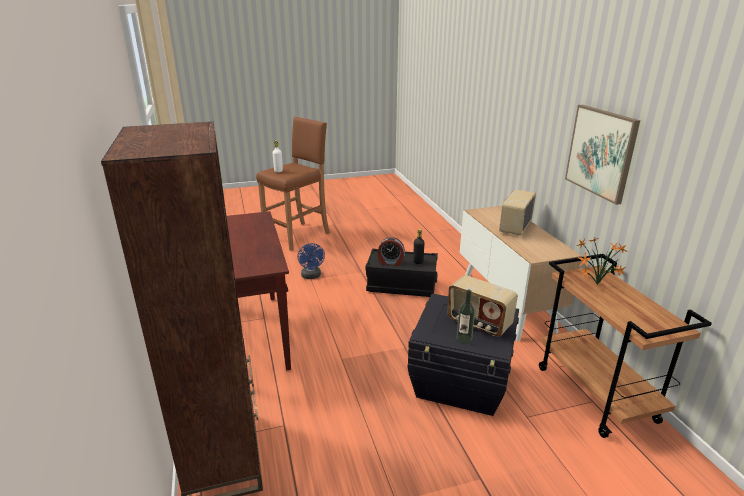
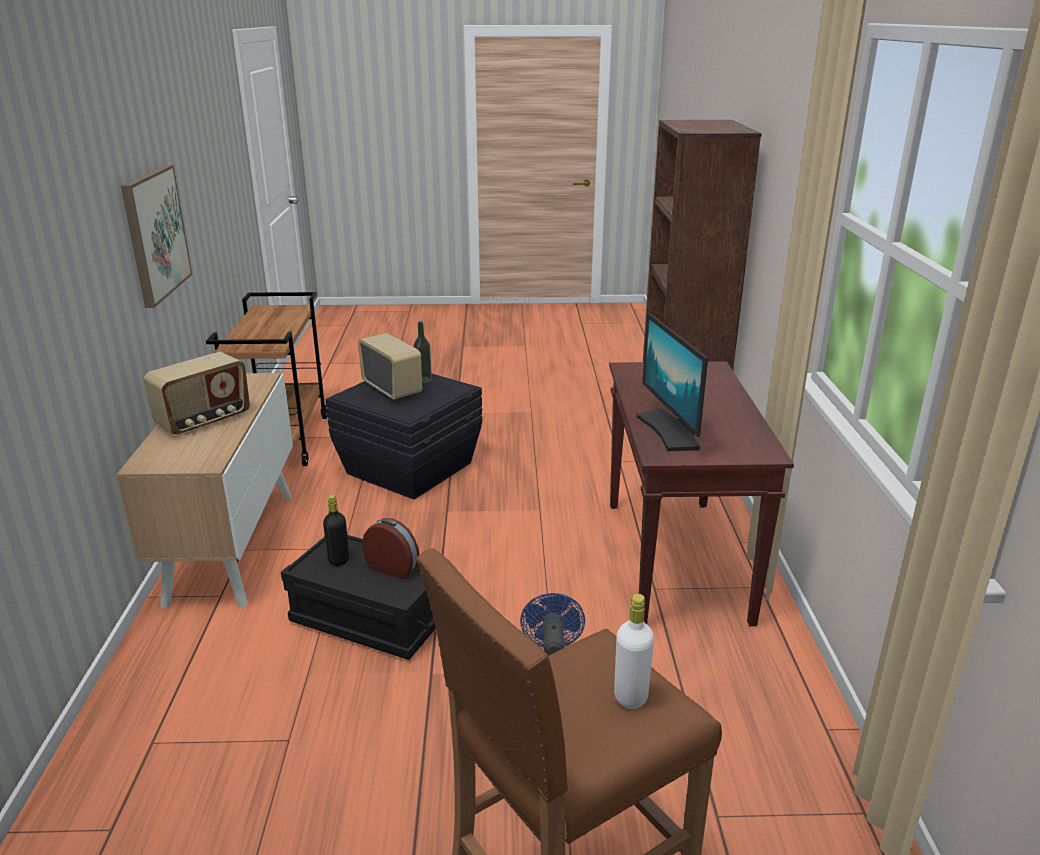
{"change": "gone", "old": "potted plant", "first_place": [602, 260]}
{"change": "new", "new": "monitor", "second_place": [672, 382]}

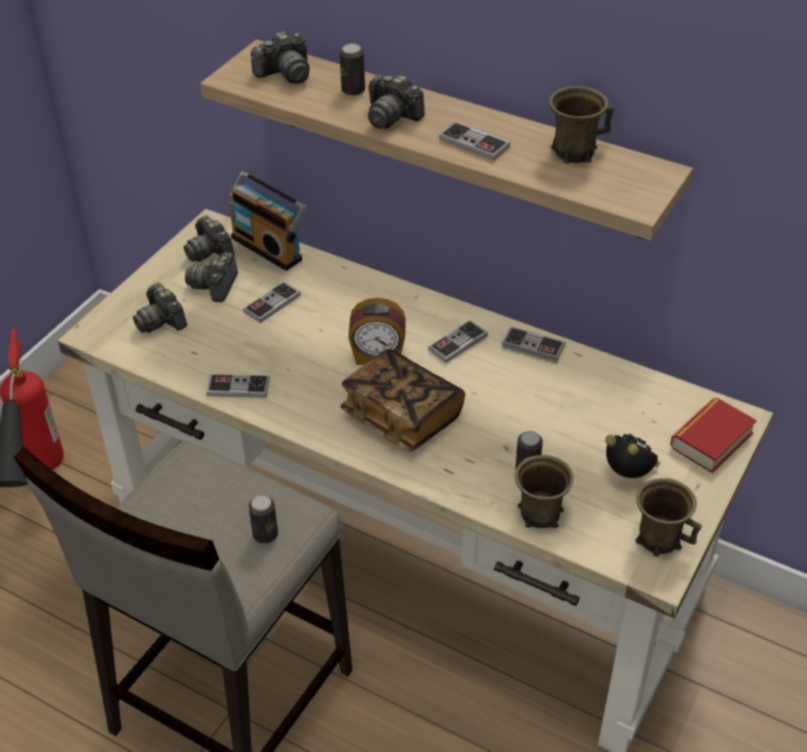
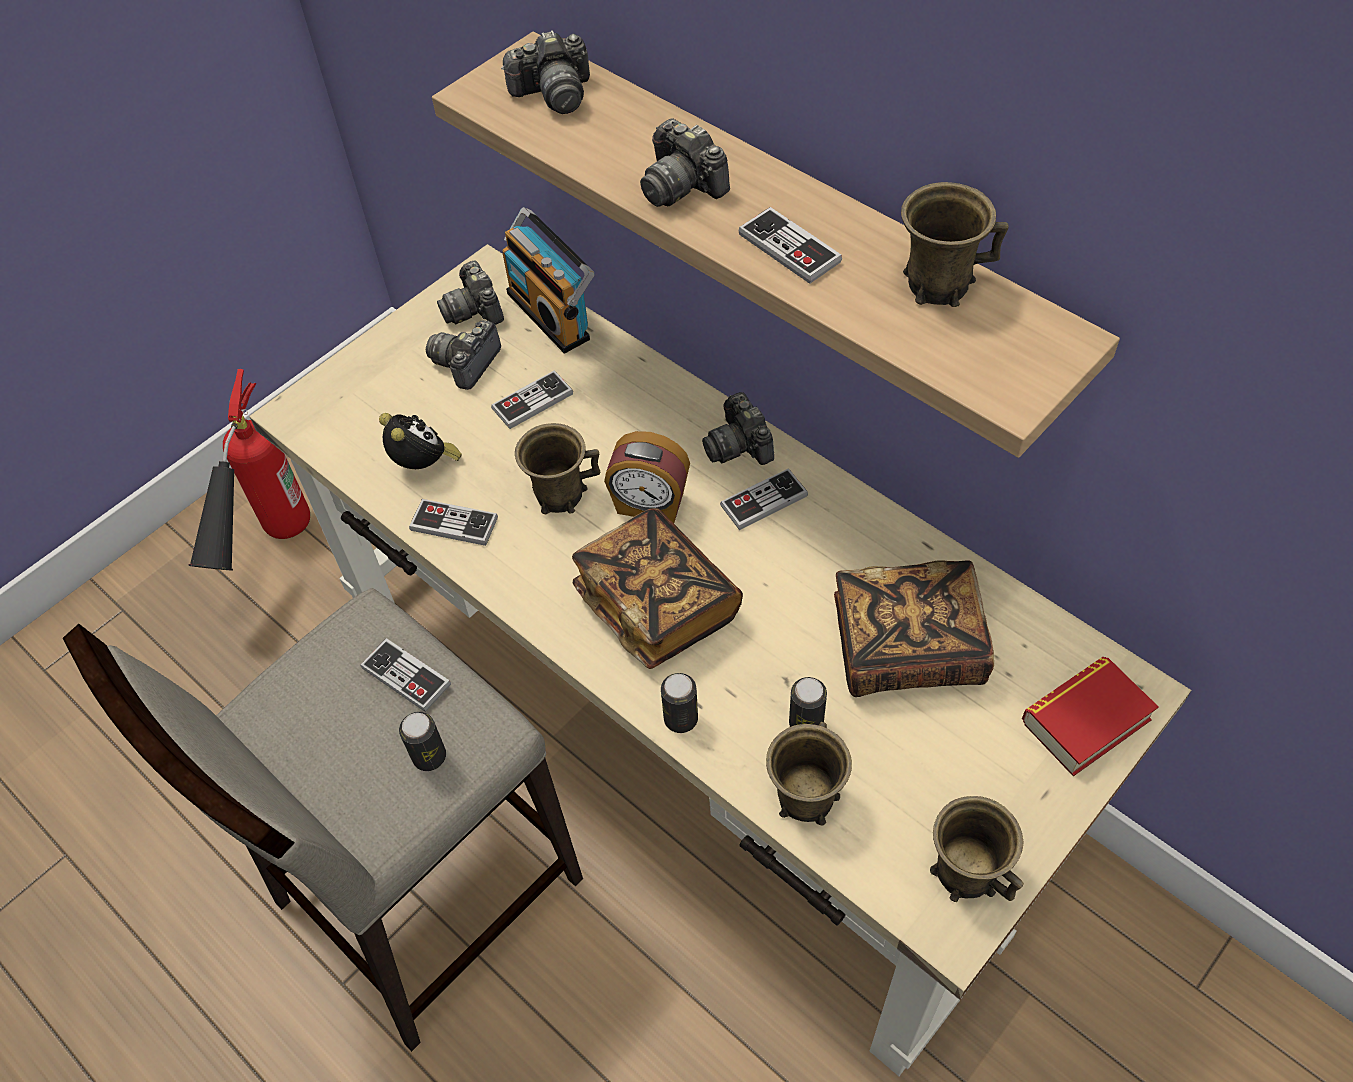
{"change": "shifted", "old": "can", "first_place": [352, 69], "second_place": [679, 703]}
{"change": "shifted", "old": "photo camera", "first_place": [160, 308], "second_place": [738, 428]}
{"change": "shifted", "old": "game controller", "first_place": [534, 343], "second_place": [405, 675]}
{"change": "shifted", "old": "alarm clock", "first_place": [632, 456], "second_place": [420, 441]}
{"change": "new", "new": "brown mug", "second_place": [557, 468]}
{"change": "new", "new": "book", "second_place": [914, 628]}

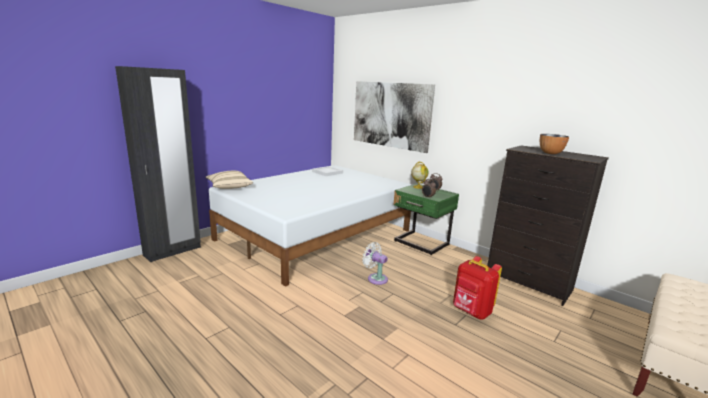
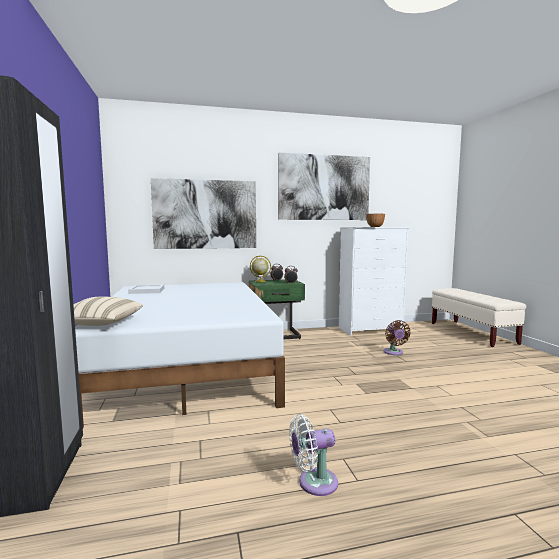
{"change": "repainted", "old": "black dresser", "new": "white dresser", "first_place": [548, 225], "second_place": [374, 281]}
{"change": "shifted", "old": "white fan", "first_place": [375, 263], "second_place": [313, 455]}
{"change": "swapped", "old": "red backpack", "new": "brown fan", "first_place": [477, 288], "second_place": [397, 337]}
{"change": "new", "new": "picture", "second_place": [324, 186]}

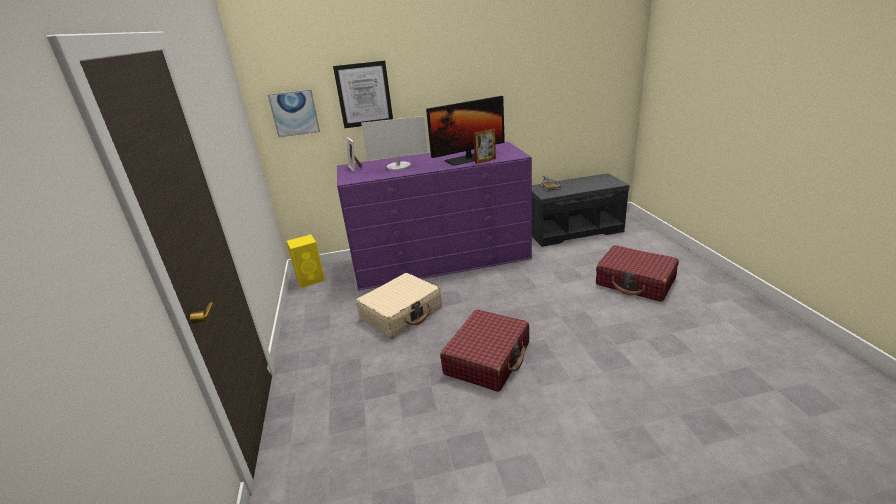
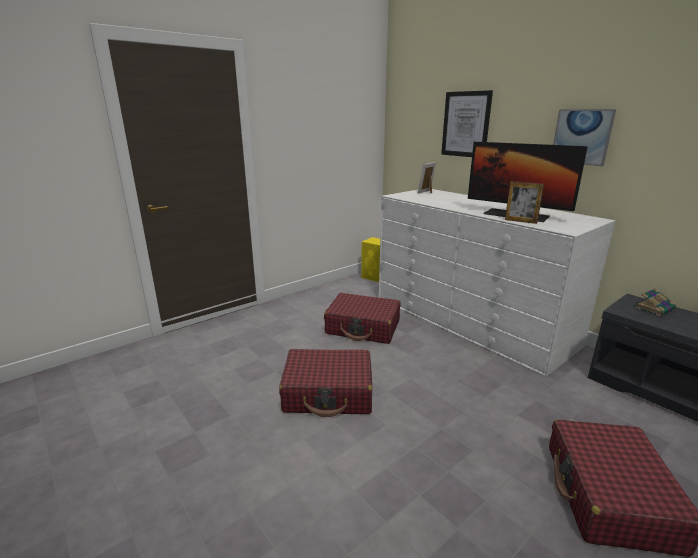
{"change": "shifted", "old": "picture", "first_place": [294, 113], "second_place": [584, 137]}
{"change": "gone", "old": "monitor", "first_place": [394, 143]}
{"change": "repainted", "old": "purple dresser", "new": "white dresser", "first_place": [434, 216], "second_place": [497, 283]}
{"change": "repainted", "old": "beige suitcase", "new": "red suitcase", "first_place": [399, 305], "second_place": [362, 318]}

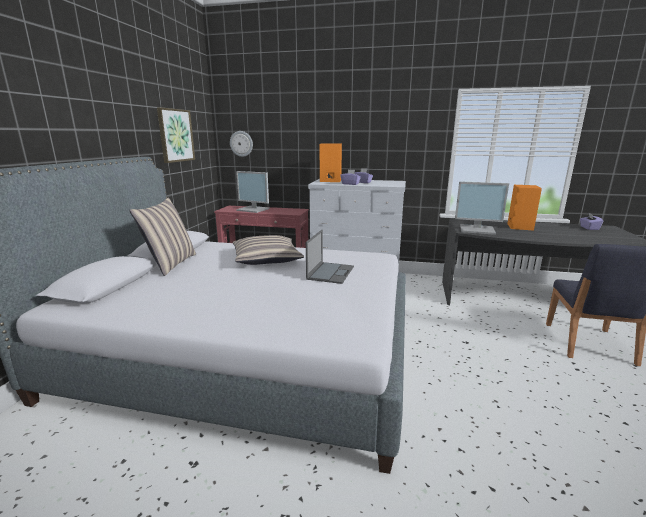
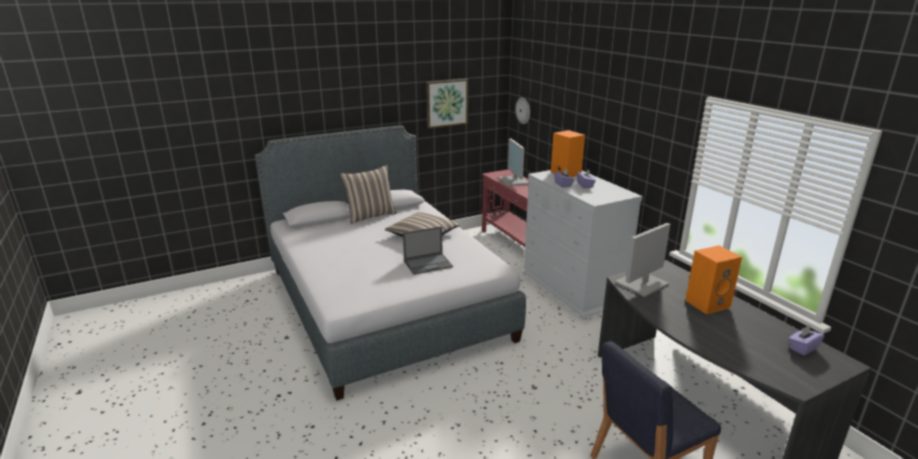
{"change": "rotated", "old": "monitor", "first_place": [482, 208], "second_place": [642, 260], "degrees": 75}

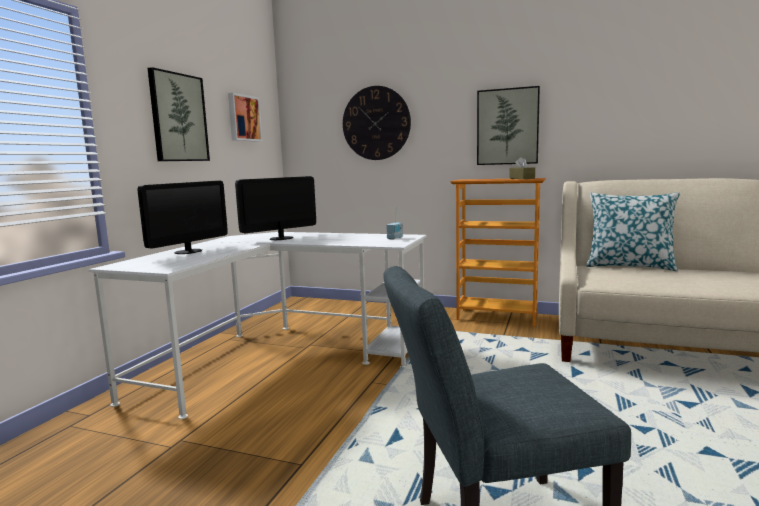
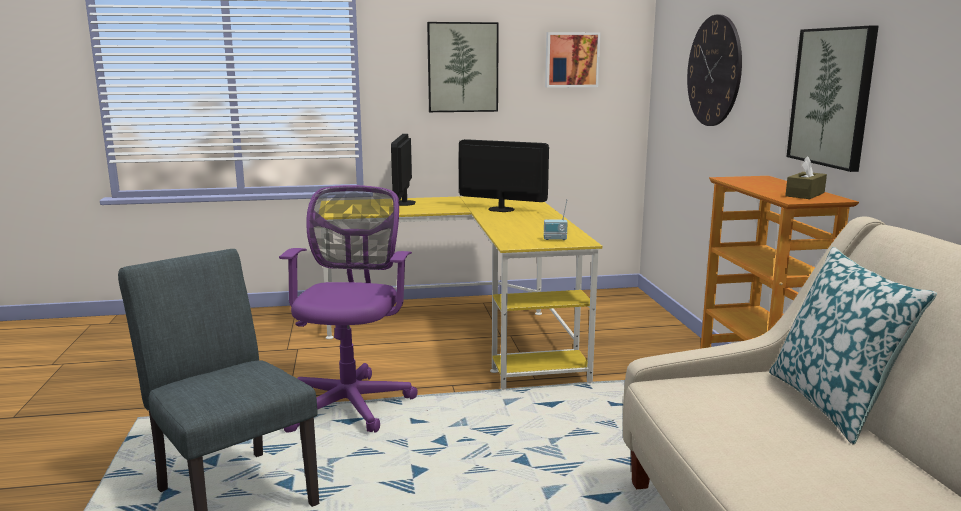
{"change": "rotated", "old": "monitor", "first_place": [182, 217], "second_place": [403, 170], "degrees": 90}
{"change": "repainted", "old": "white desk", "new": "yellow desk", "first_place": [257, 325], "second_place": [462, 293]}
{"change": "new", "new": "purple office chair", "second_place": [348, 309]}

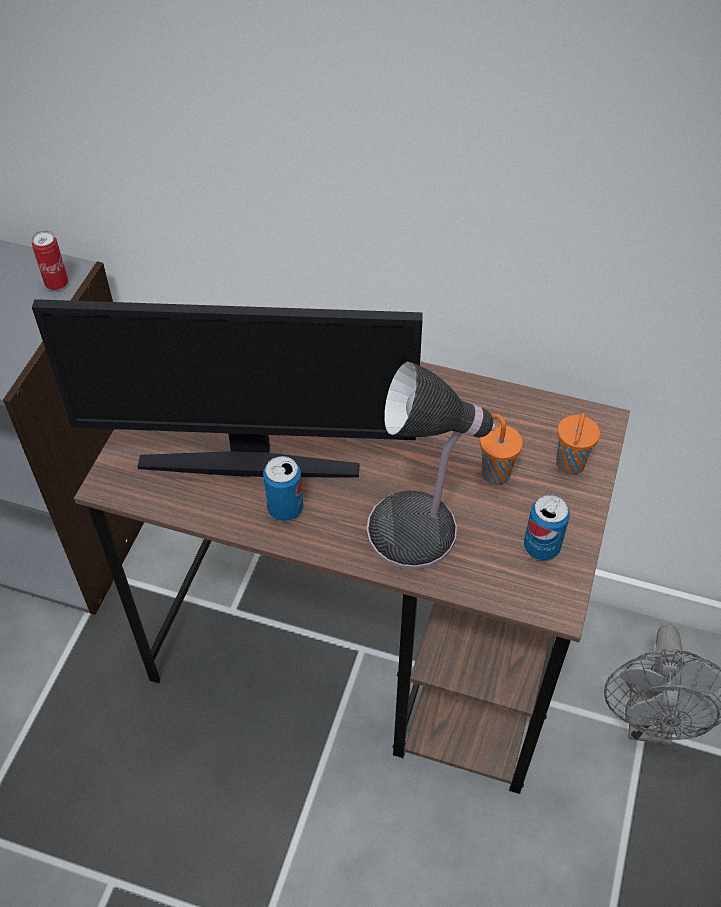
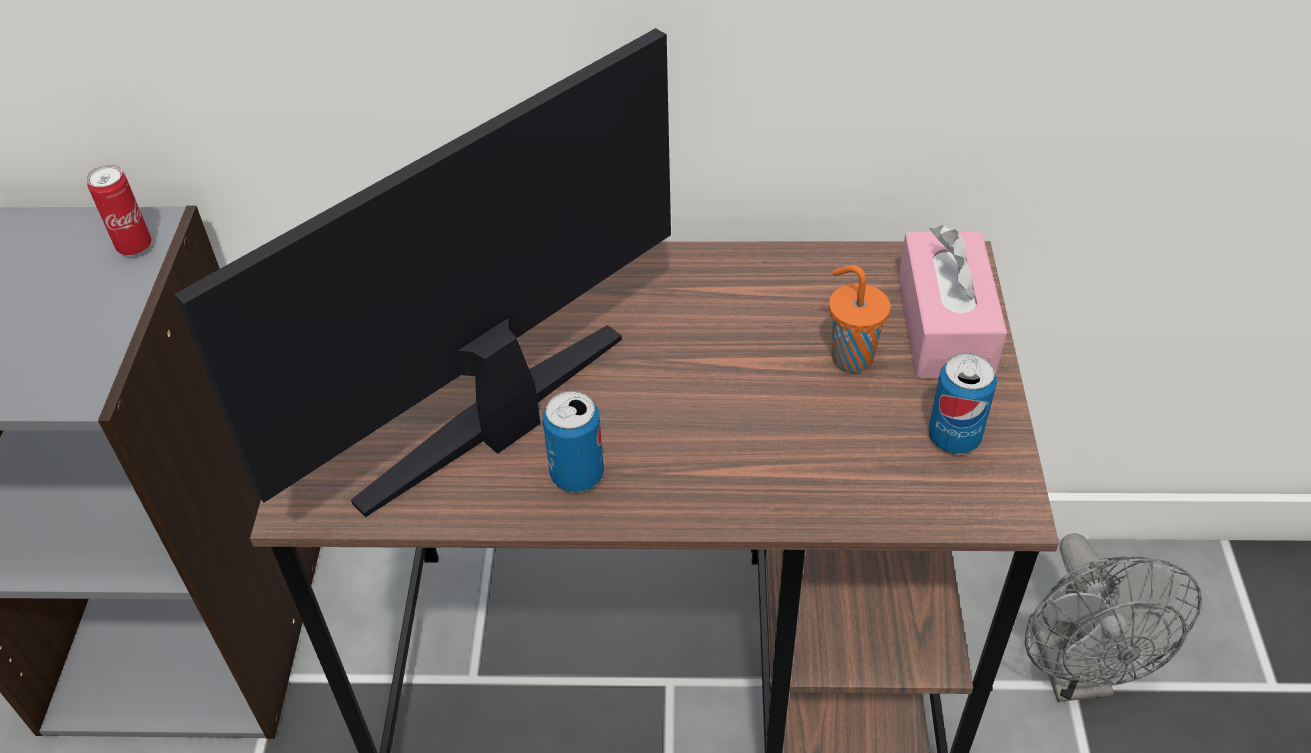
{"change": "rotated", "old": "monitor", "first_place": [227, 388], "second_place": [422, 272], "degrees": 150}
{"change": "gone", "old": "table lamp", "first_place": [431, 466]}
{"change": "swapped", "old": "orange cup", "new": "pink tissue box", "first_place": [578, 444], "second_place": [952, 301]}

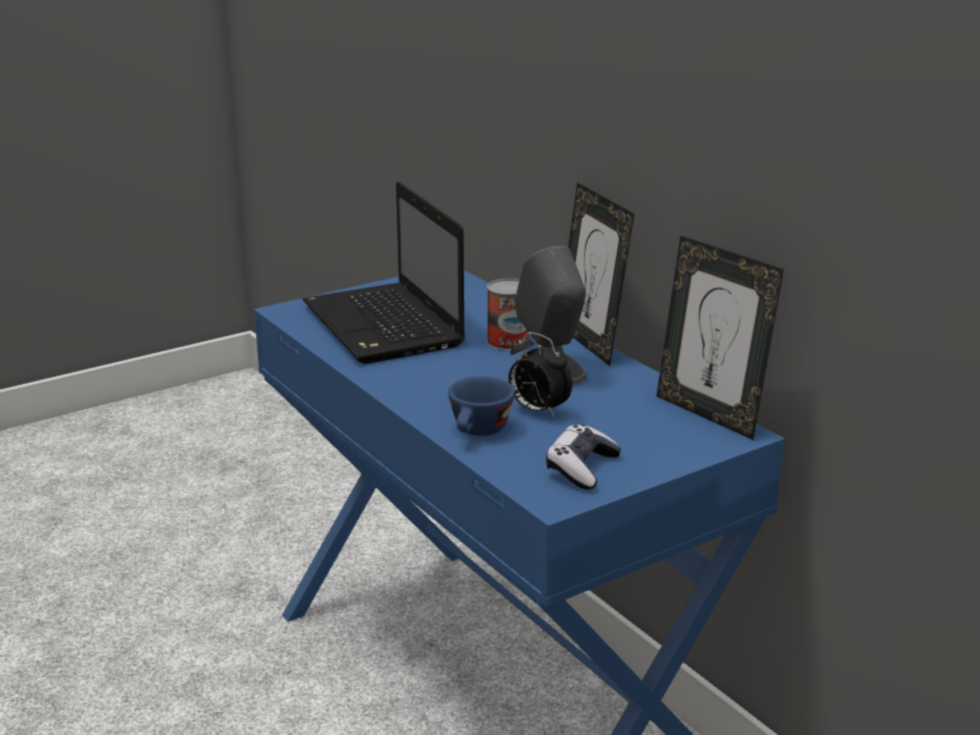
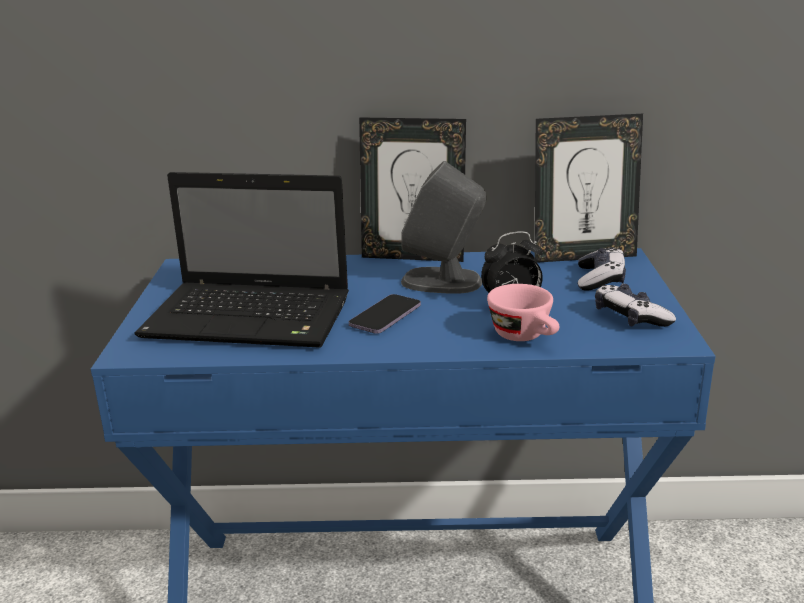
{"change": "gone", "old": "can", "first_place": [508, 315]}
{"change": "repainted", "old": "blue cup", "new": "pink cup", "first_place": [481, 406], "second_place": [523, 312]}
{"change": "new", "new": "game controller", "second_place": [602, 268]}
{"change": "new", "new": "phone", "second_place": [385, 314]}

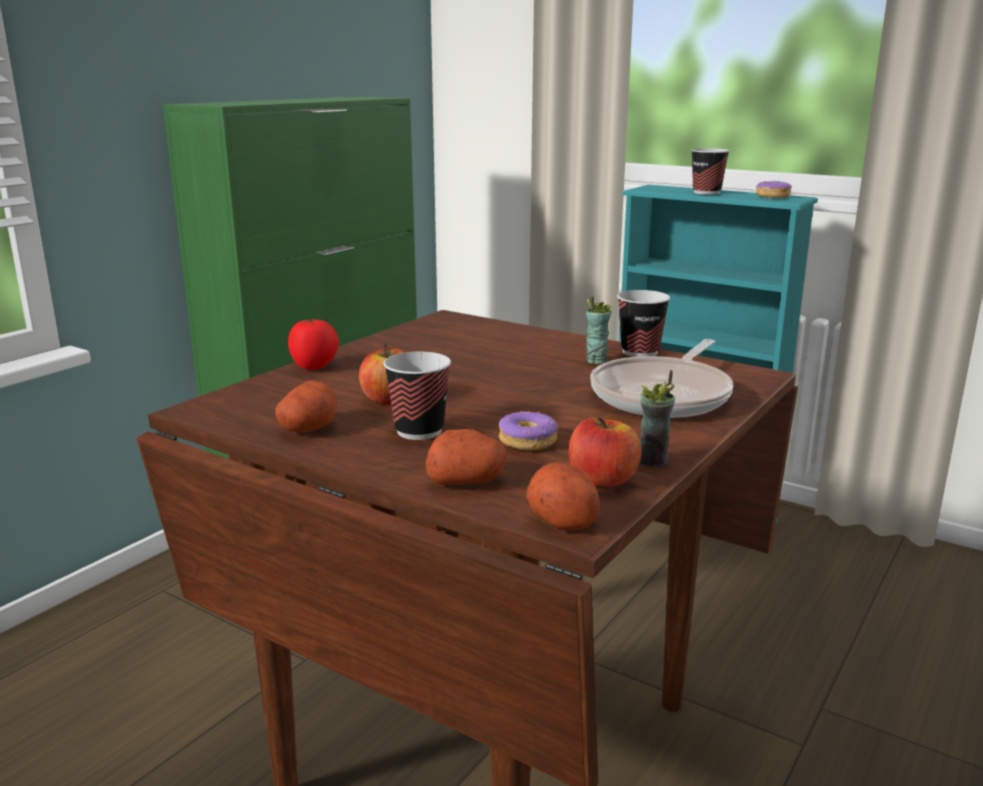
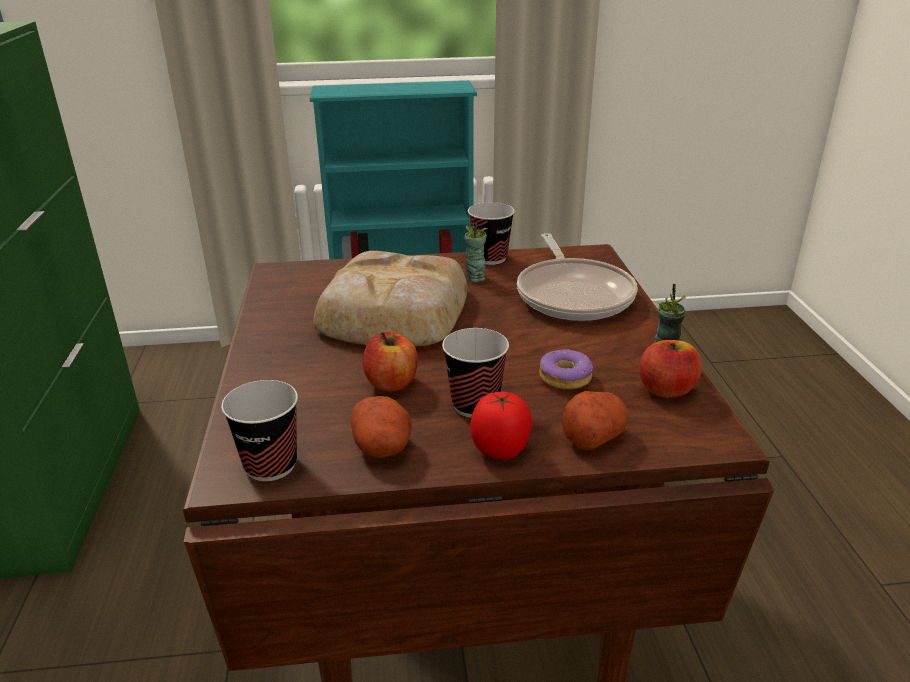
{"change": "shifted", "old": "cup", "first_place": [710, 171], "second_place": [259, 430]}
{"change": "gone", "old": "donut", "first_place": [774, 189]}
{"change": "shifted", "old": "tomato", "first_place": [313, 344], "second_place": [501, 426]}
{"change": "gone", "old": "potato", "first_place": [563, 496]}
{"change": "new", "new": "bread", "second_place": [390, 299]}

